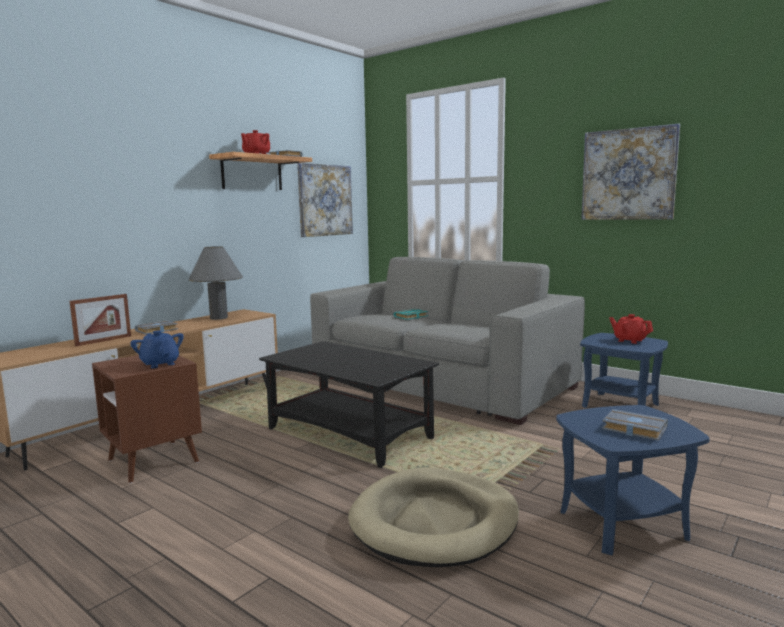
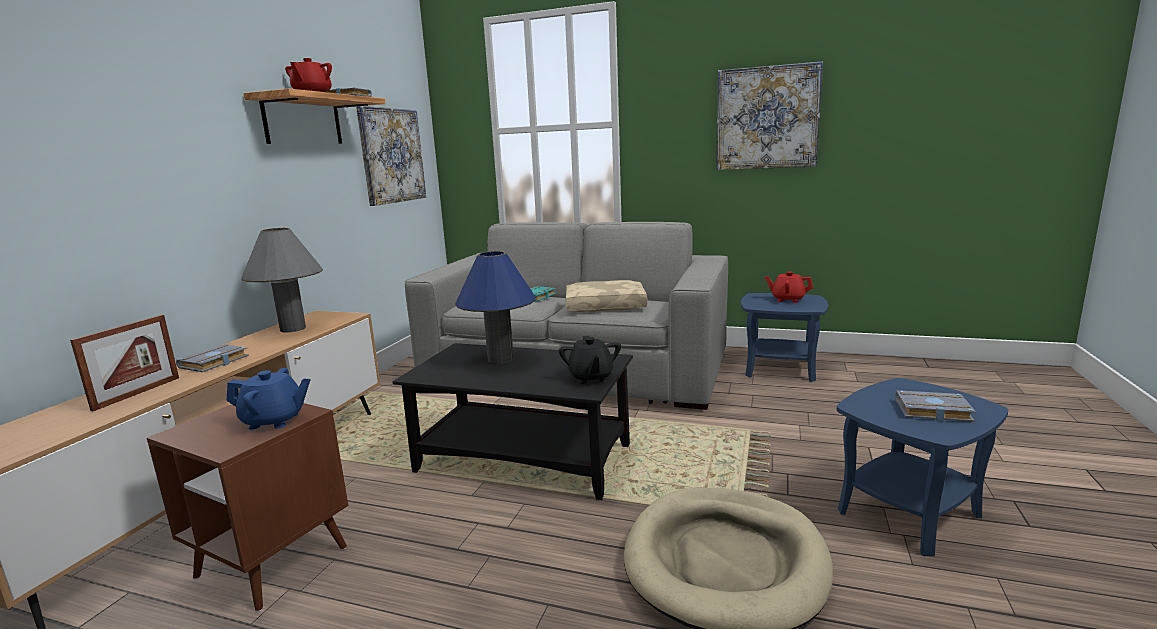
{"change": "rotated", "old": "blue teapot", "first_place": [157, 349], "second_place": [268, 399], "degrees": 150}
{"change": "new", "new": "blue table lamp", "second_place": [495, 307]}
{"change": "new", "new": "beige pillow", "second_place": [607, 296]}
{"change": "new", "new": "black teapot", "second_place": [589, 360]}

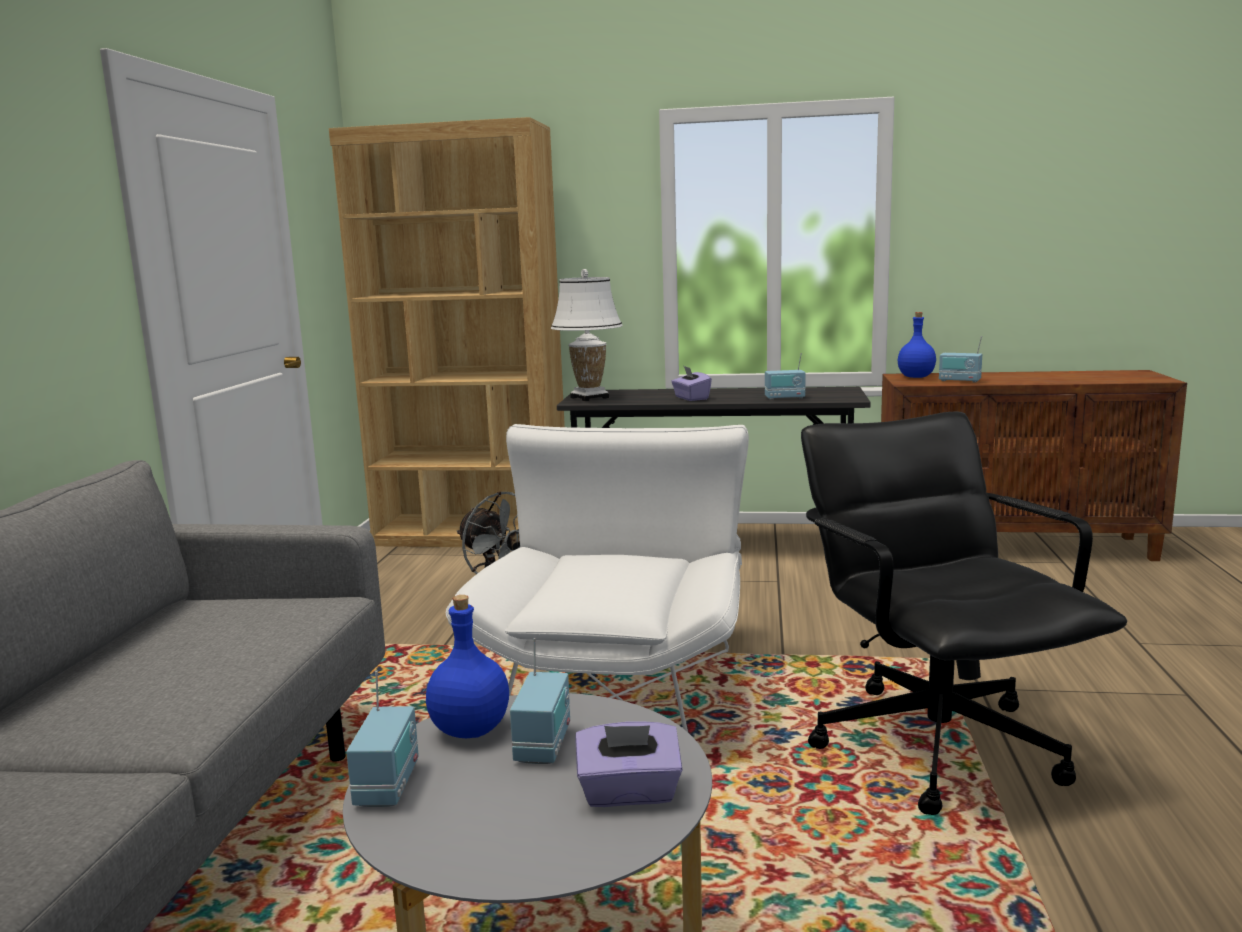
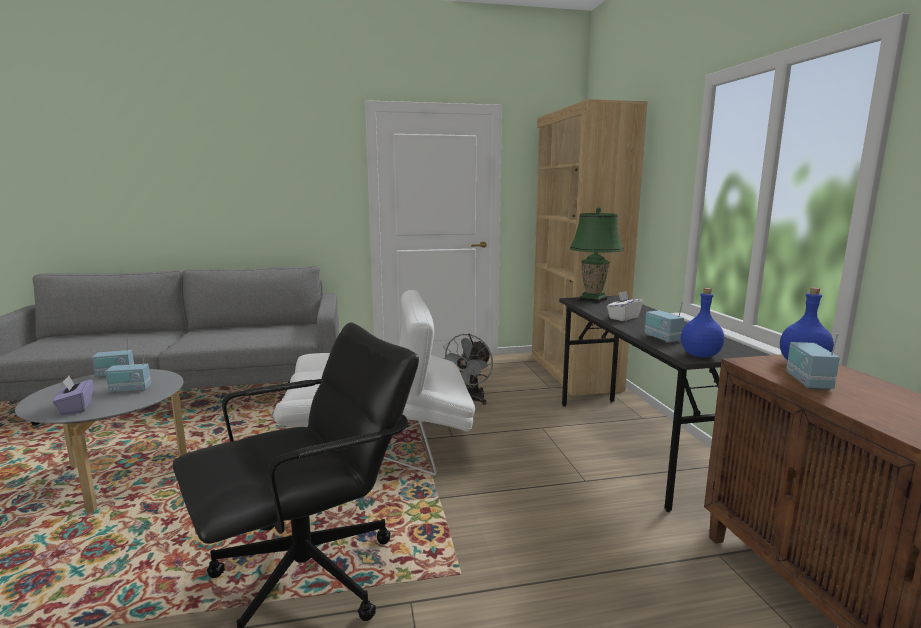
{"change": "repainted", "old": "white table lamp", "new": "green table lamp", "first_place": [587, 335], "second_place": [596, 255]}
{"change": "repainted", "old": "purple tissue box", "new": "white tissue box", "first_place": [691, 383], "second_place": [624, 306]}
{"change": "shifted", "old": "blue bottle", "first_place": [467, 666], "second_place": [702, 322]}

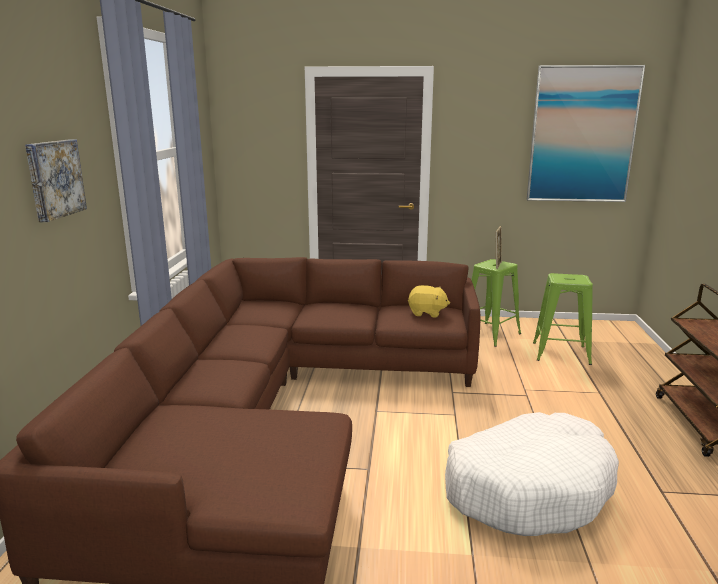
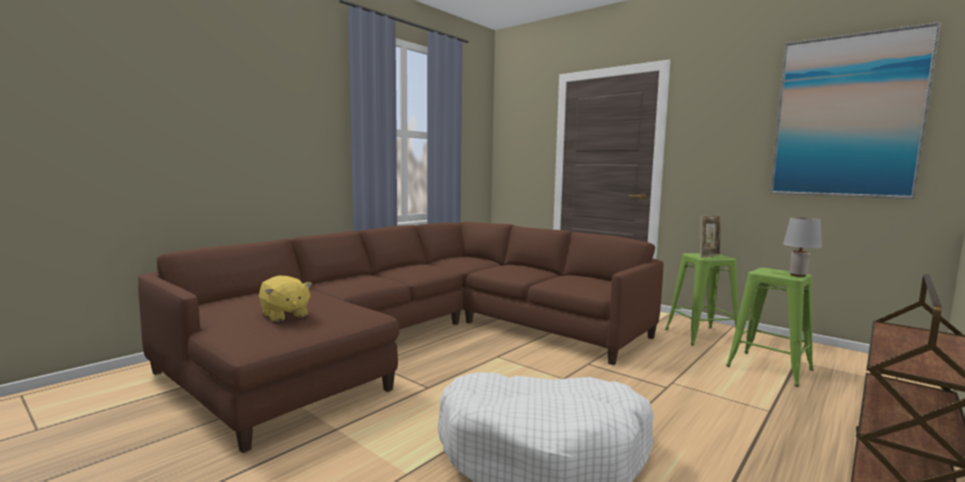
{"change": "gone", "old": "picture", "first_place": [56, 180]}
{"change": "shifted", "old": "yellow plush toy", "first_place": [429, 301], "second_place": [285, 299]}
{"change": "new", "new": "grey table lamp", "second_place": [802, 247]}

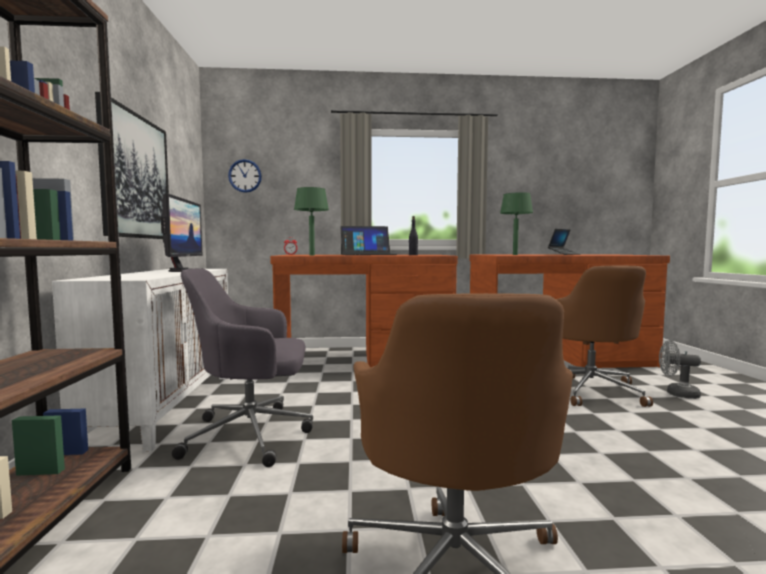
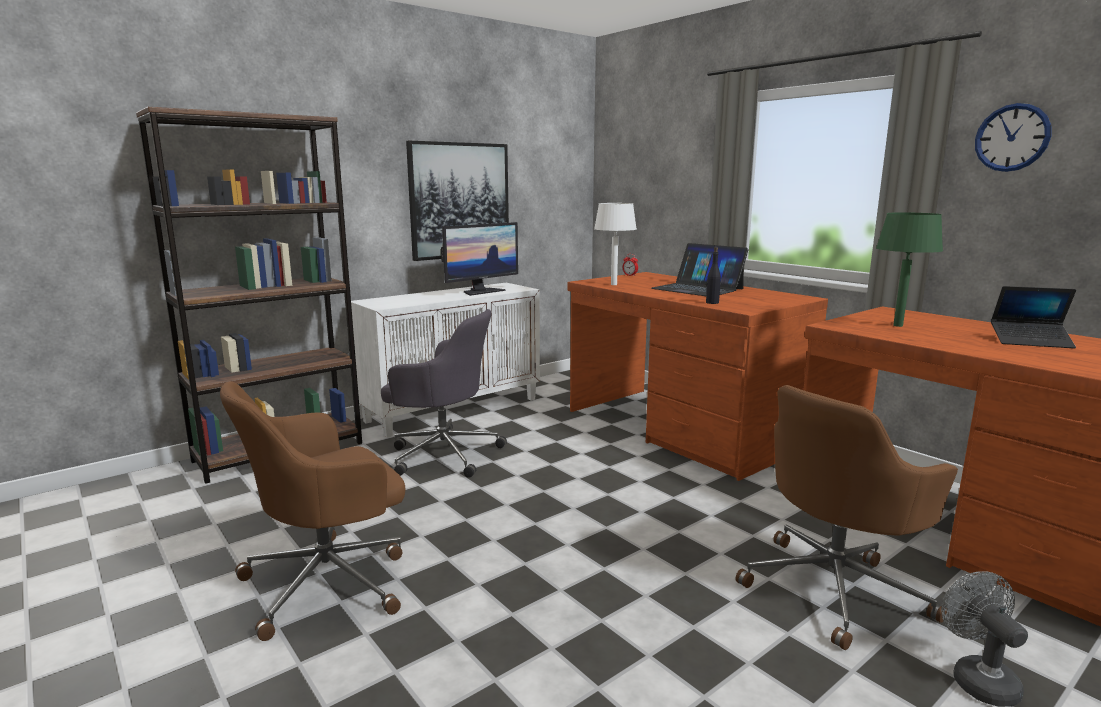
{"change": "shifted", "old": "wall clock", "first_place": [245, 176], "second_place": [1013, 137]}
{"change": "repainted", "old": "green table lamp", "new": "white table lamp", "first_place": [311, 221], "second_place": [615, 244]}
{"change": "rotated", "old": "grey office chair", "first_place": [242, 367], "second_place": [444, 393], "degrees": 150}

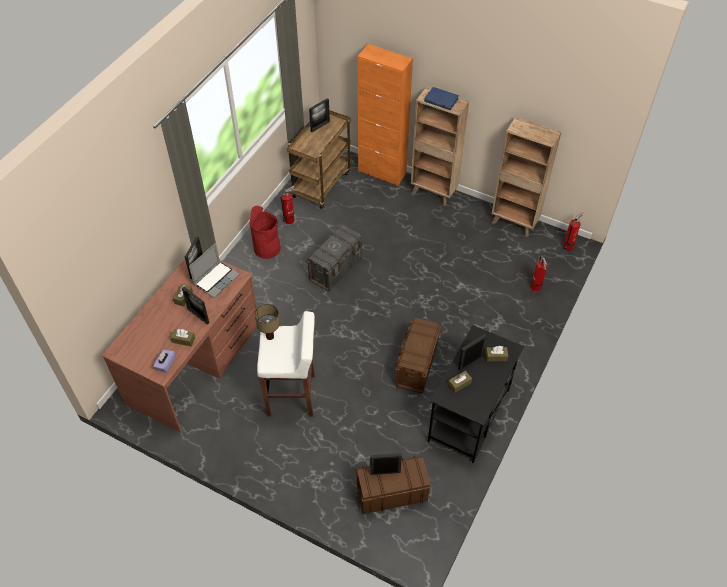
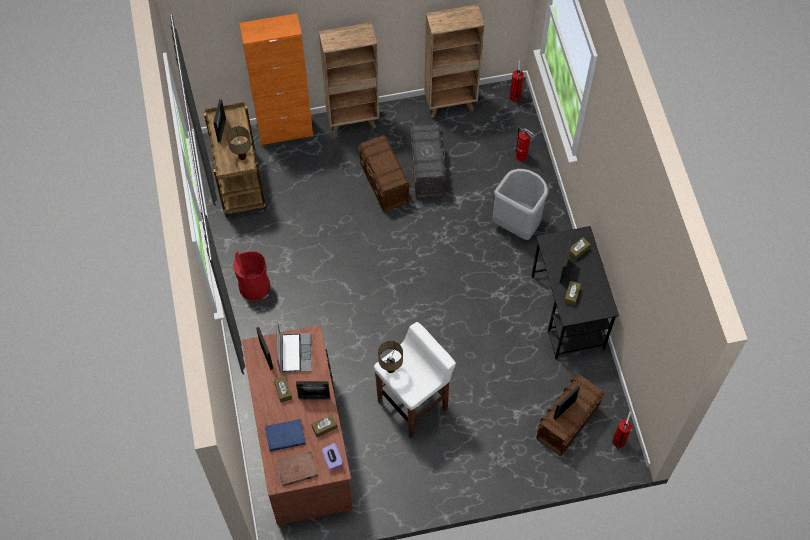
{"change": "shifted", "old": "blue book", "first_place": [441, 98], "second_place": [285, 435]}
{"change": "shifted", "old": "fire extinguisher", "first_place": [288, 204], "second_place": [622, 430]}
{"change": "shifted", "old": "grey storage box", "first_place": [334, 258], "second_place": [428, 161]}
{"change": "shifted", "old": "brown storage box", "first_place": [418, 355], "second_place": [384, 173]}
{"change": "new", "new": "table lamp", "second_place": [239, 143]}
{"change": "new", "new": "grey trash can", "second_place": [520, 204]}
{"change": "new", "new": "brown book", "second_place": [296, 468]}

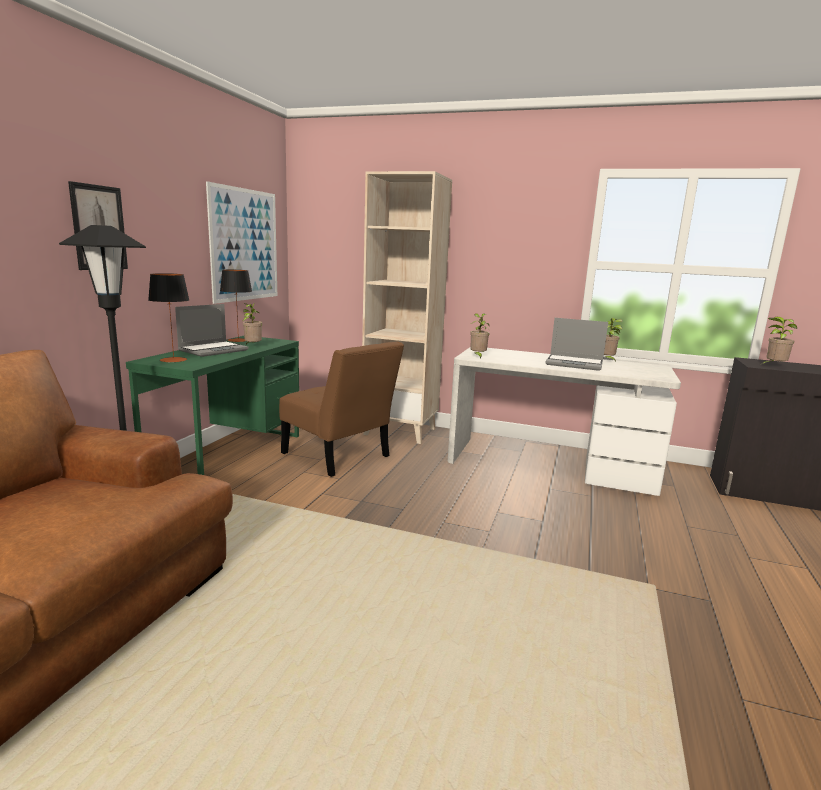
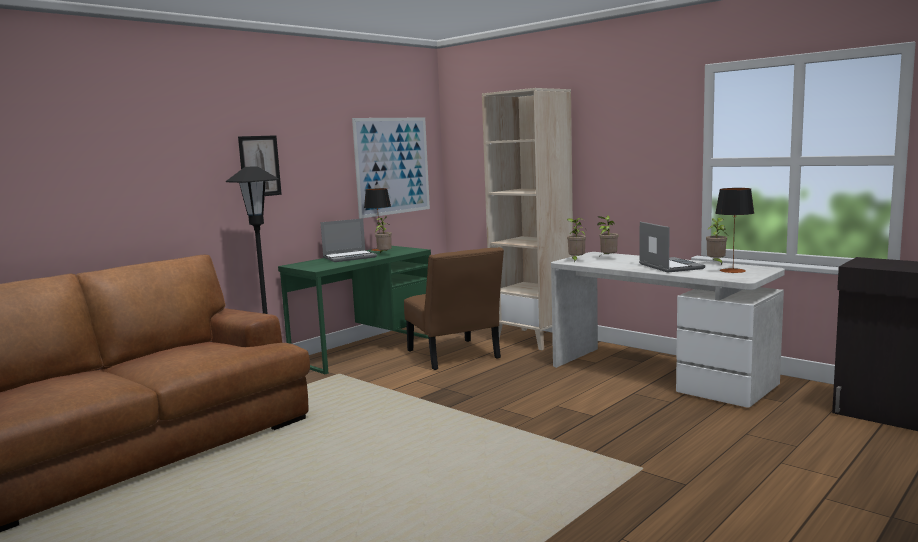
{"change": "shifted", "old": "table lamp", "first_place": [168, 318], "second_place": [734, 230]}
{"change": "shifted", "old": "potted plant", "first_place": [779, 340], "second_place": [607, 234]}
{"change": "rotated", "old": "laptop", "first_place": [576, 344], "second_place": [672, 247], "degrees": -150}

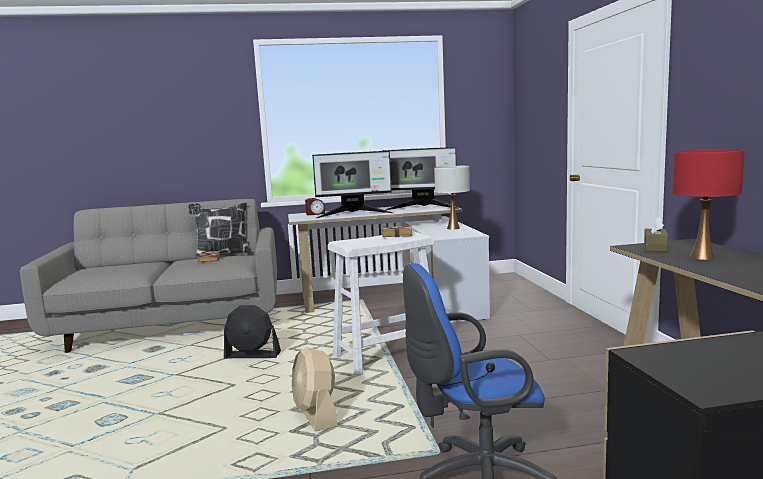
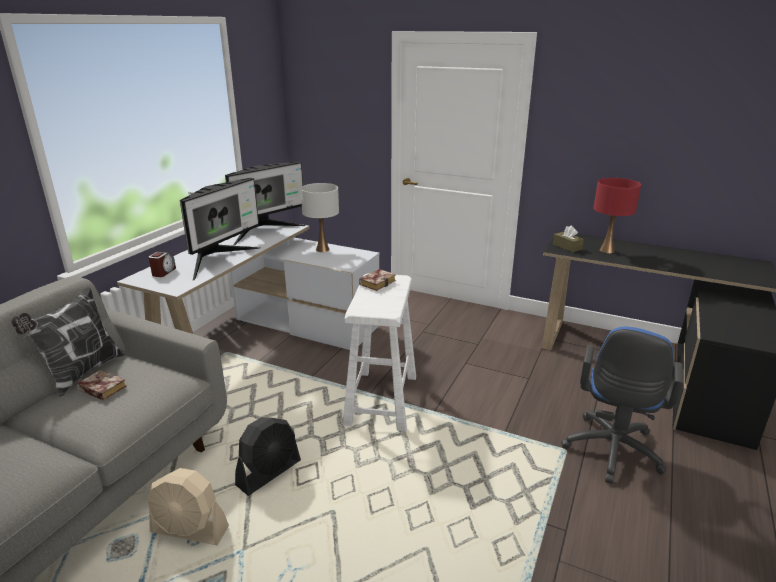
{"change": "shifted", "old": "beige fan", "first_place": [315, 389], "second_place": [188, 506]}

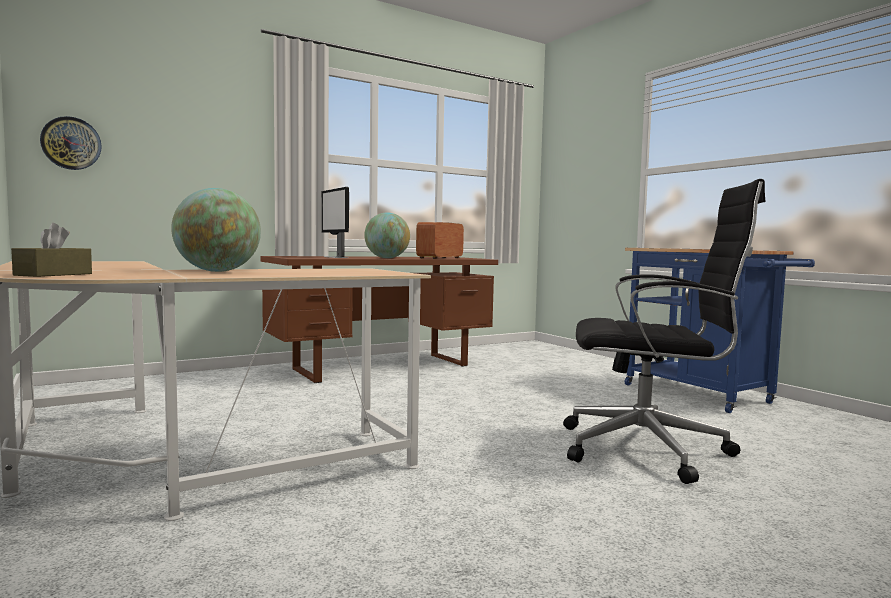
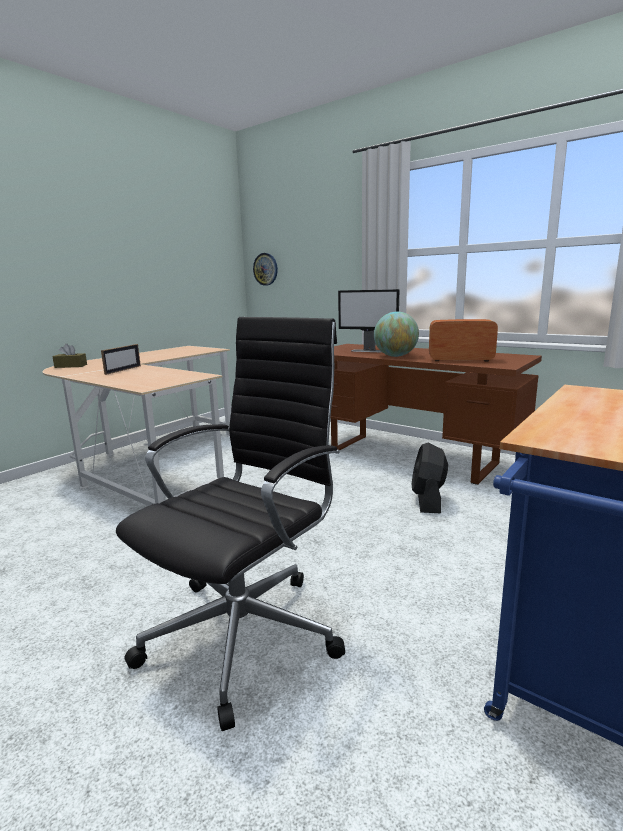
{"change": "rotated", "old": "black office chair", "first_place": [664, 331], "second_place": [230, 524], "degrees": -135}
{"change": "rotated", "old": "monitor", "first_place": [335, 222], "second_place": [368, 320], "degrees": -105}
{"change": "swapped", "old": "globe", "new": "picture frame", "first_place": [216, 230], "second_place": [121, 359]}
{"change": "new", "new": "black fan", "second_place": [430, 478]}

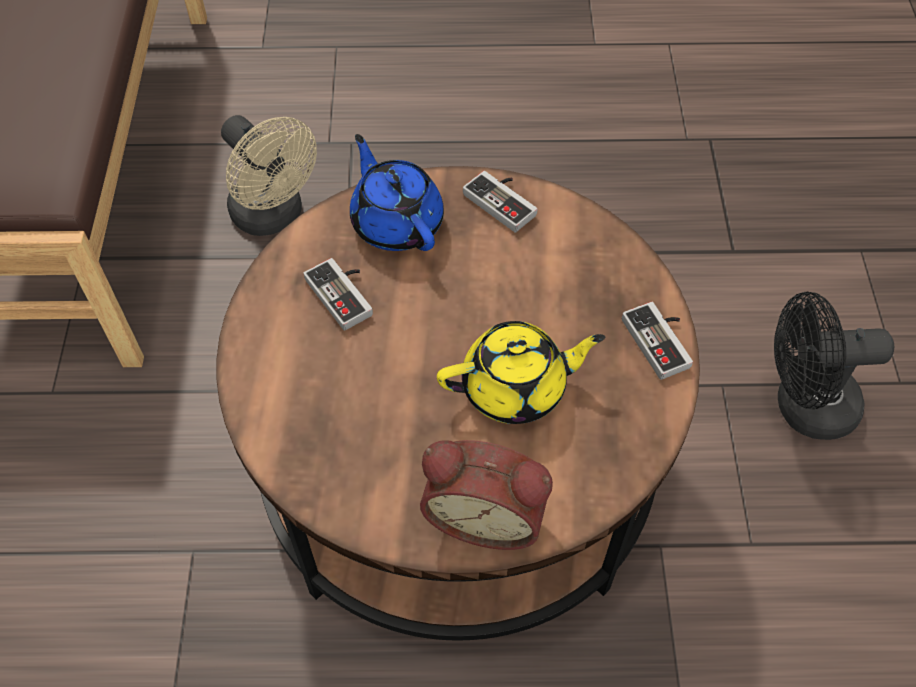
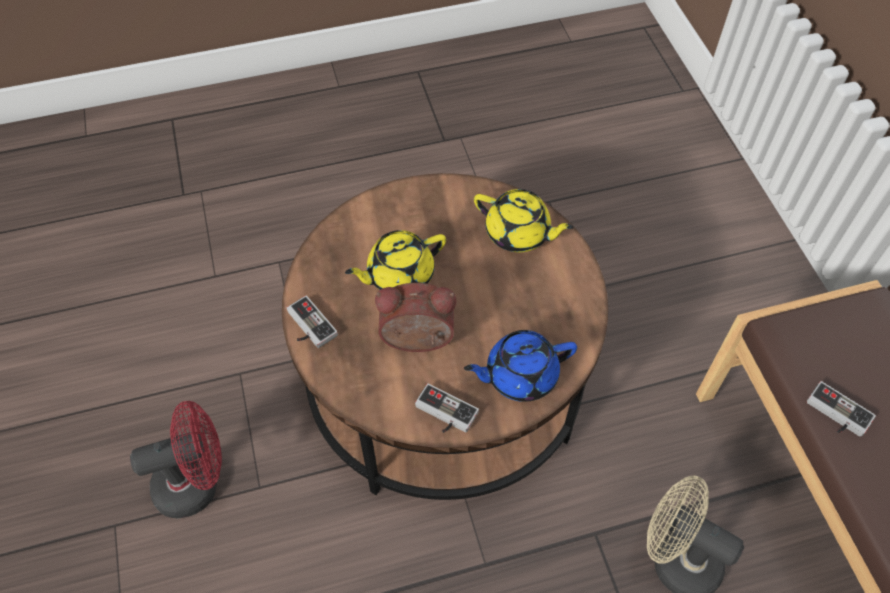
{"change": "rotated", "old": "blue teapot", "first_place": [397, 192], "second_place": [520, 366], "degrees": 120}
{"change": "shifted", "old": "game controller", "first_place": [338, 294], "second_place": [841, 409]}
{"change": "repainted", "old": "black fan", "new": "red fan", "first_place": [834, 366], "second_place": [176, 459]}
{"change": "shifted", "old": "alarm clock", "first_place": [486, 495], "second_place": [415, 317]}
{"change": "new", "new": "yellow teapot", "second_place": [524, 220]}

